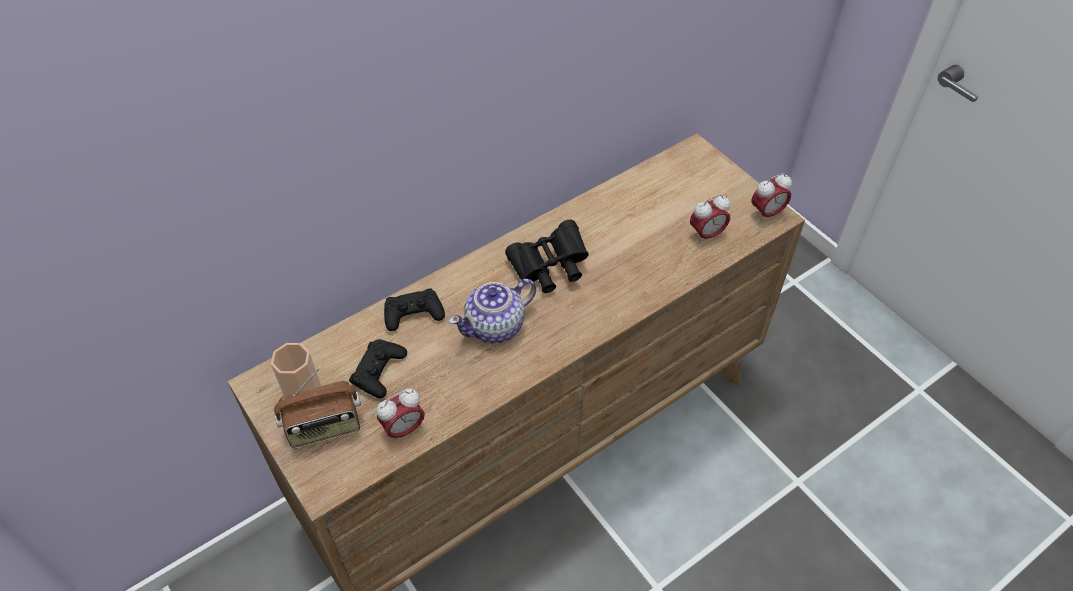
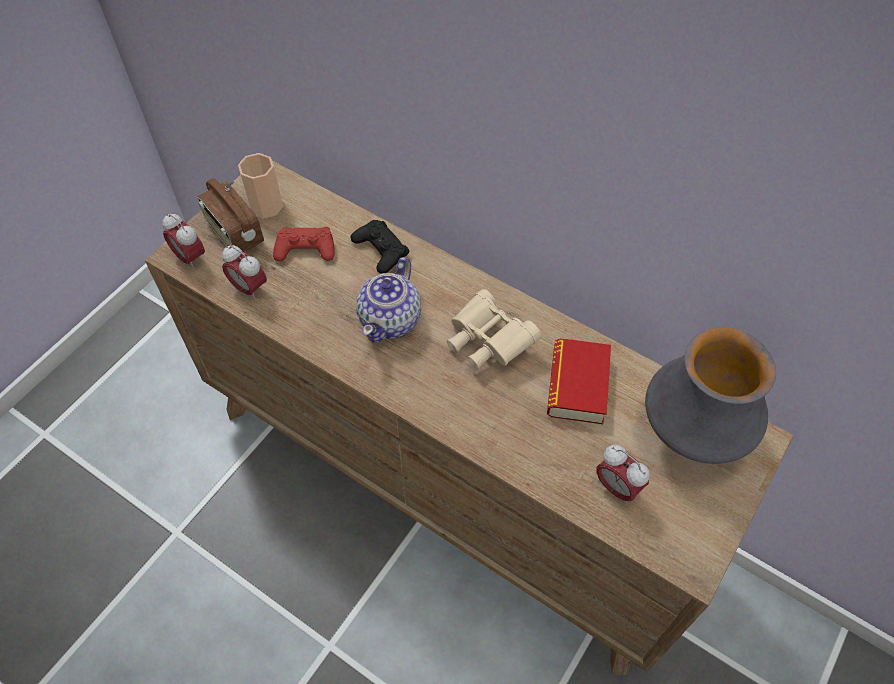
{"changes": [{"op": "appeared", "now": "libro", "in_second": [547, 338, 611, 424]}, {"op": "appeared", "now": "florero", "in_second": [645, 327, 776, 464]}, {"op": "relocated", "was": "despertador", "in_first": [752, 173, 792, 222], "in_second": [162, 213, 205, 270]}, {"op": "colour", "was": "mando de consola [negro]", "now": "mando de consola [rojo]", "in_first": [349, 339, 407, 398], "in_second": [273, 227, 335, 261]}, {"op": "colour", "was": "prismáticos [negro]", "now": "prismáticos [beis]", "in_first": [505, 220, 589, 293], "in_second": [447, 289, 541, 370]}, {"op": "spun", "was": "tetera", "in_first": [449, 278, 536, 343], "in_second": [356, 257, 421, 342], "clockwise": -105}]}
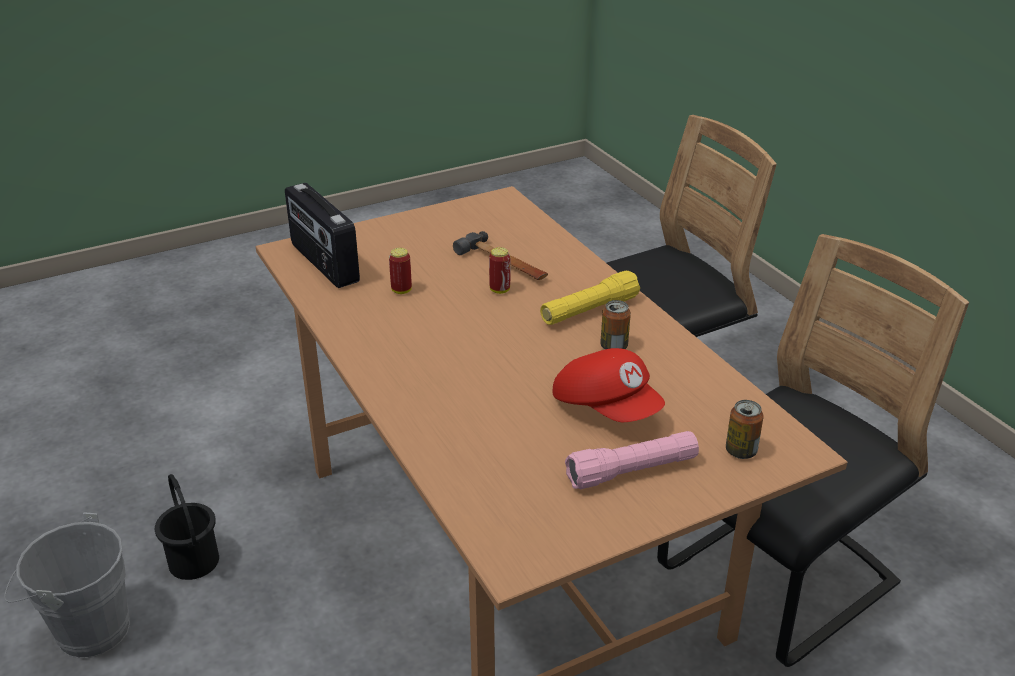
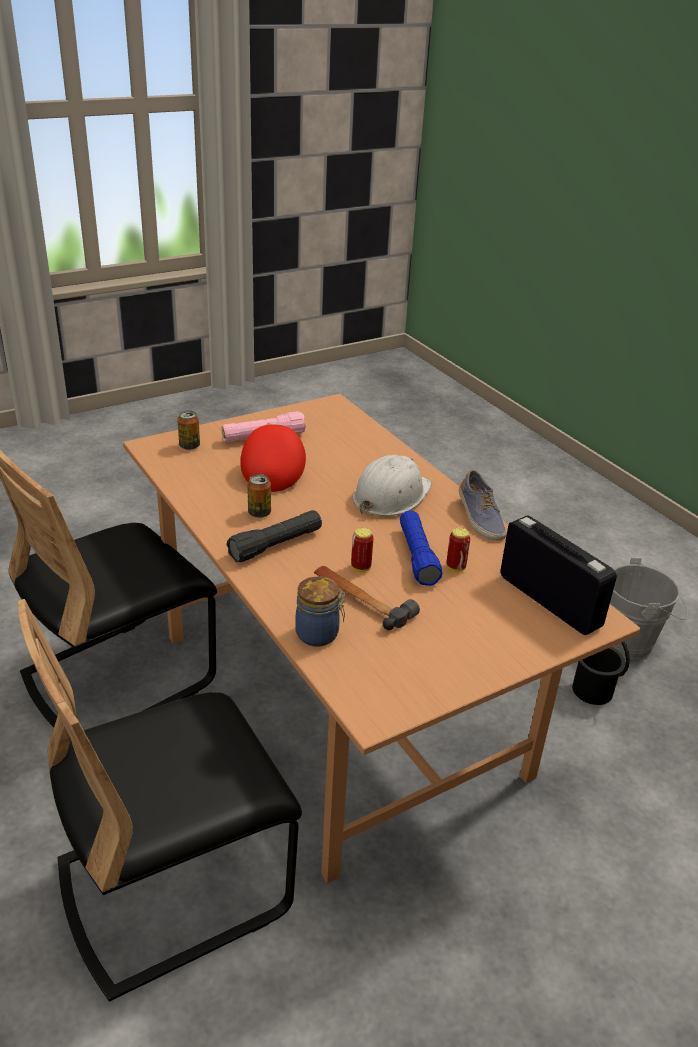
{"changes": [{"op": "appeared", "now": "tarro", "in_second": [295, 577, 345, 646]}, {"op": "appeared", "now": "casco [blanco]", "in_second": [353, 455, 432, 516]}, {"op": "appeared", "now": "linterna [azul]", "in_second": [400, 510, 442, 586]}, {"op": "appeared", "now": "zapato", "in_second": [459, 470, 507, 541]}, {"op": "colour", "was": "linterna [amarillo]", "now": "linterna [negro]", "in_first": [540, 271, 640, 325], "in_second": [226, 510, 322, 562]}, {"op": "spun", "was": "gorra [rojo]", "in_first": [553, 348, 665, 422], "in_second": [240, 422, 306, 492], "clockwise": 45}]}
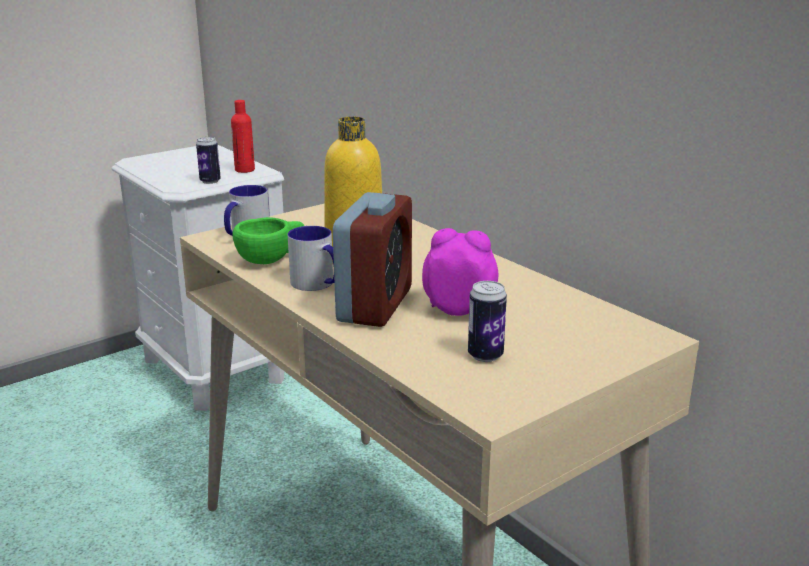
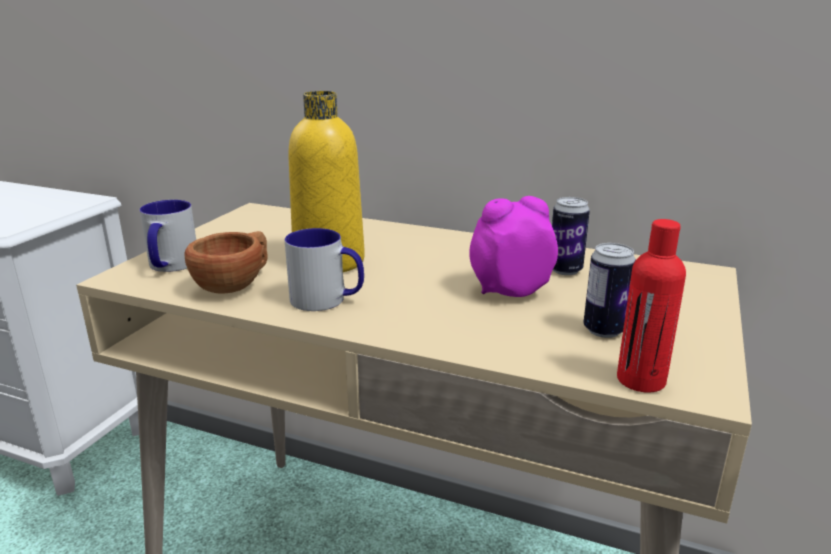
{"changes": [{"op": "missing", "was": "despertador", "in_first": [333, 192, 412, 327]}, {"op": "relocated", "was": "lata", "in_first": [196, 137, 221, 184], "in_second": [552, 197, 590, 275]}, {"op": "relocated", "was": "botella [rojo]", "in_first": [231, 100, 255, 173], "in_second": [617, 219, 686, 393]}, {"op": "colour", "was": "taza [verde]", "now": "taza [marrón]", "in_first": [232, 217, 304, 264], "in_second": [184, 231, 268, 293]}]}
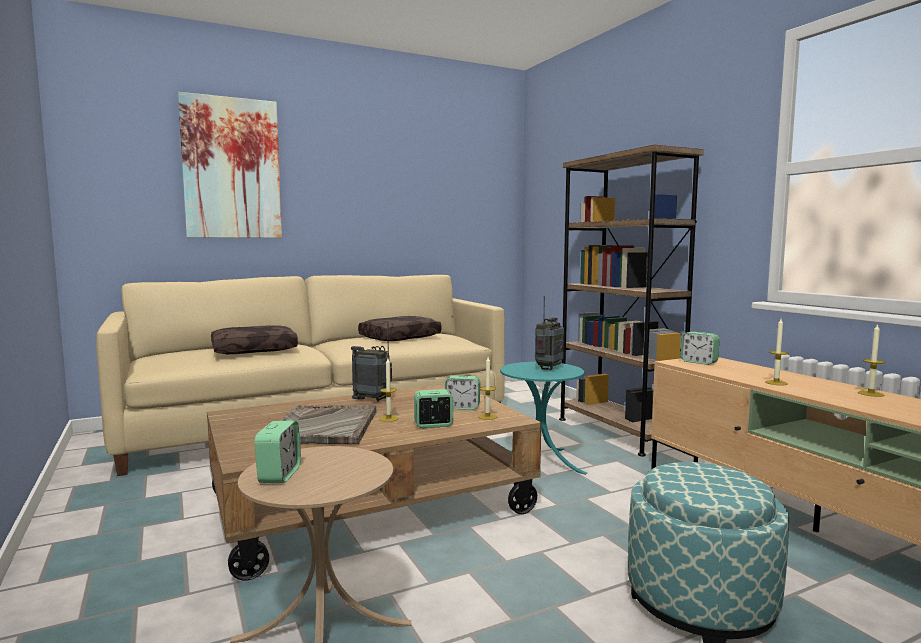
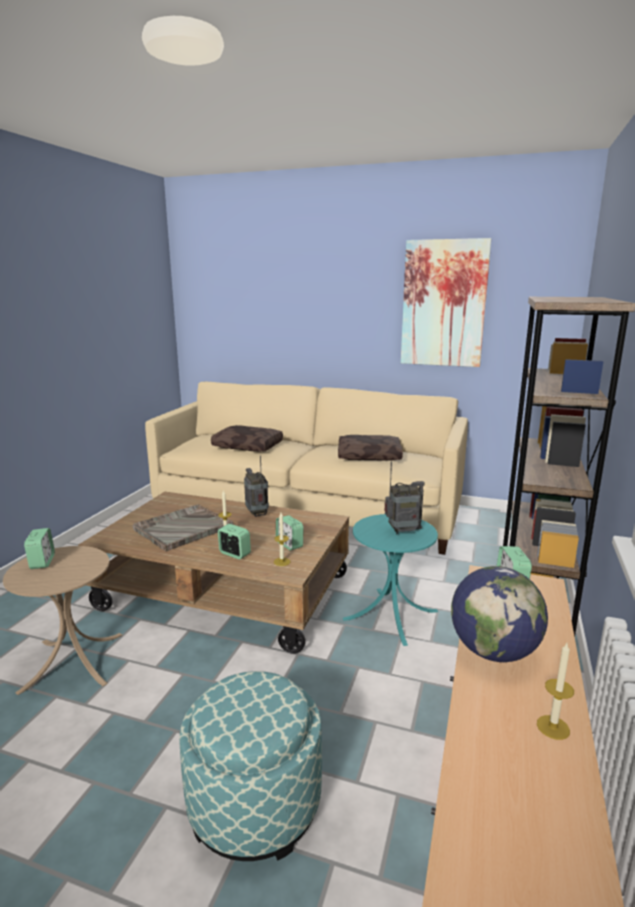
{"changes": [{"op": "relocated", "was": "cuadro", "in_first": [178, 92, 282, 238], "in_second": [401, 238, 491, 367]}, {"op": "exchanged", "was": "vela", "now": "globo terráqueo", "in_first": [765, 319, 788, 386], "in_second": [451, 566, 548, 662]}, {"op": "spun", "was": "despertador", "in_first": [254, 421, 301, 483], "in_second": [24, 528, 55, 569], "clockwise": -60}]}
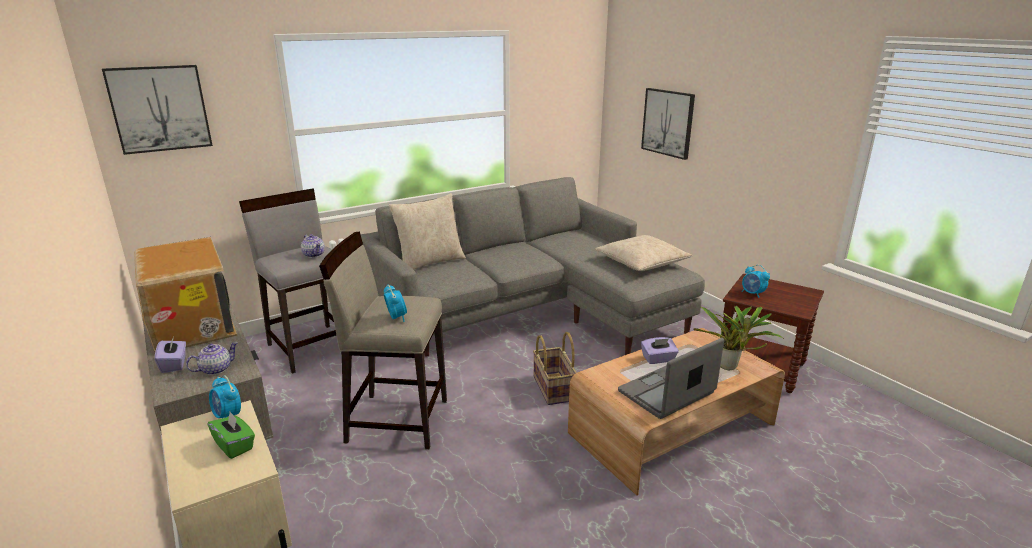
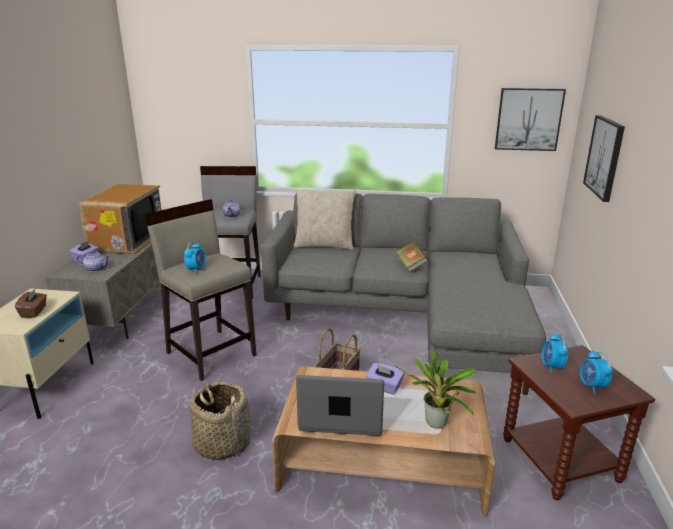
{"changes": [{"op": "missing", "was": "cojín [beis]", "in_first": [595, 235, 693, 271]}, {"op": "appeared", "now": "cesta", "in_second": [190, 381, 251, 460]}, {"op": "appeared", "now": "libro", "in_second": [396, 242, 428, 272]}, {"op": "relocated", "was": "cuadro", "in_first": [102, 65, 213, 155], "in_second": [495, 88, 566, 151]}, {"op": "relocated", "was": "despertador", "in_first": [209, 375, 241, 418], "in_second": [580, 350, 613, 394]}, {"op": "colour", "was": "caja de pañuelos [verde]", "now": "caja de pañuelos [marrón]", "in_first": [207, 412, 255, 459], "in_second": [15, 288, 47, 318]}]}
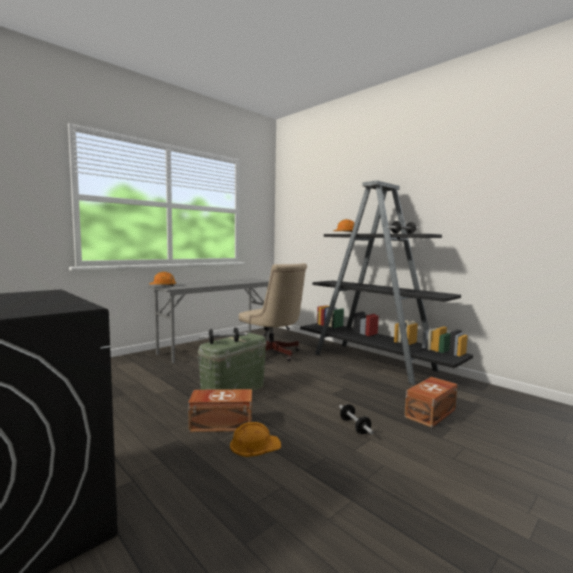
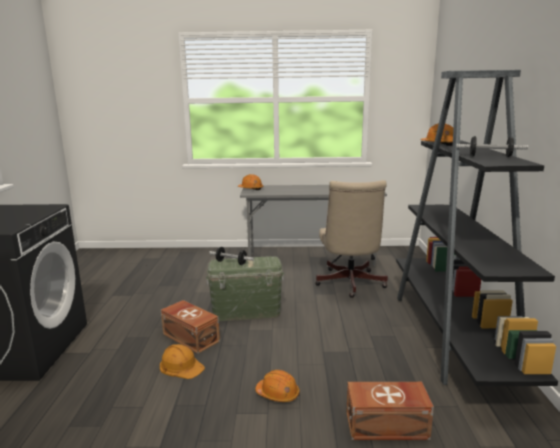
{"changes": [{"op": "exchanged", "was": "mancuerna", "now": "casco [naranja]", "in_first": [339, 404, 374, 435], "in_second": [255, 370, 300, 402]}]}
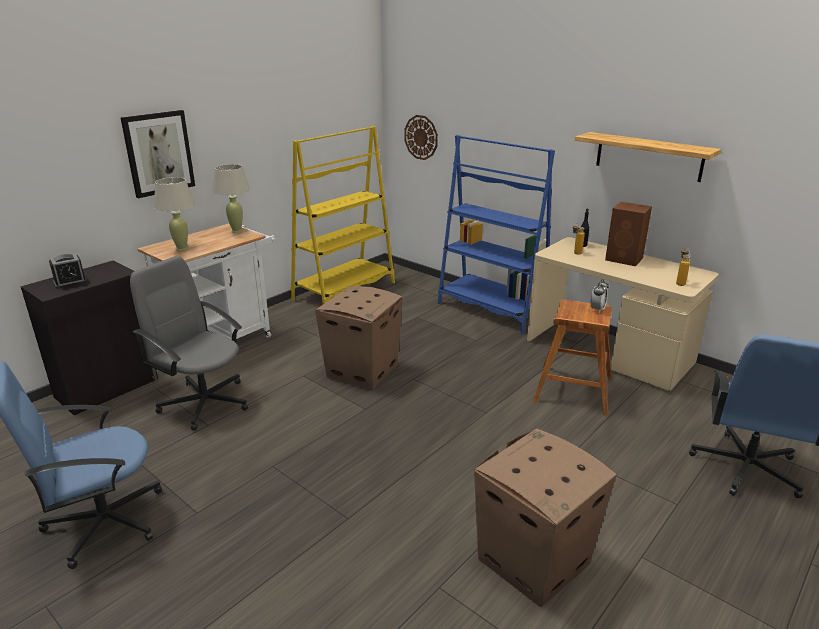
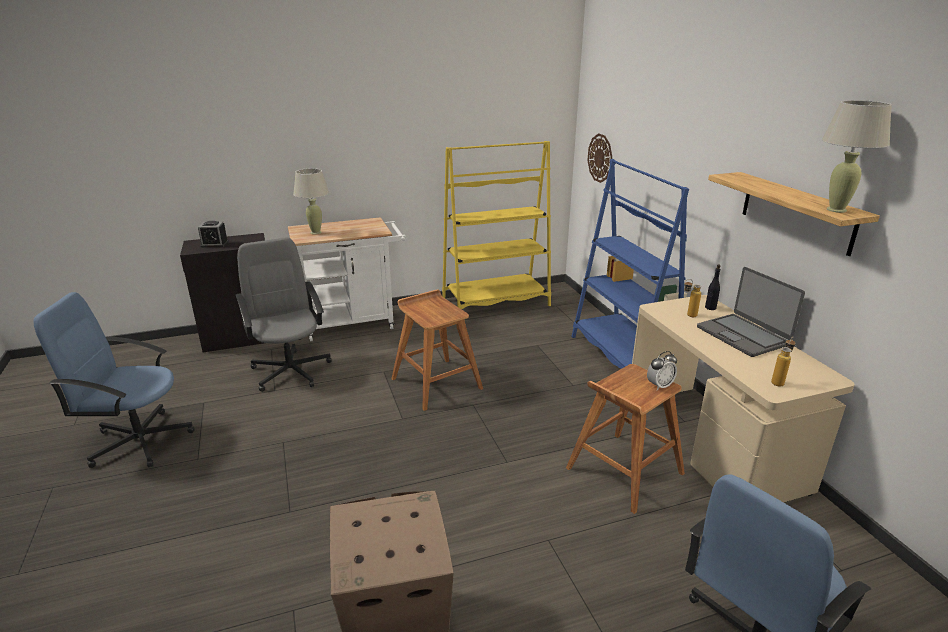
{"changes": [{"op": "missing", "was": "cuadro", "in_first": [121, 110, 195, 198]}, {"op": "relocated", "was": "lámpara de mesa [beis]", "in_first": [213, 164, 250, 233], "in_second": [822, 100, 892, 213]}, {"op": "exchanged", "was": "caja de cartón", "now": "taburete [marrón]", "in_first": [315, 286, 403, 390], "in_second": [391, 289, 483, 411]}, {"op": "exchanged", "was": "altavoz [marrón]", "now": "portátil", "in_first": [605, 202, 652, 266], "in_second": [697, 267, 805, 357]}]}
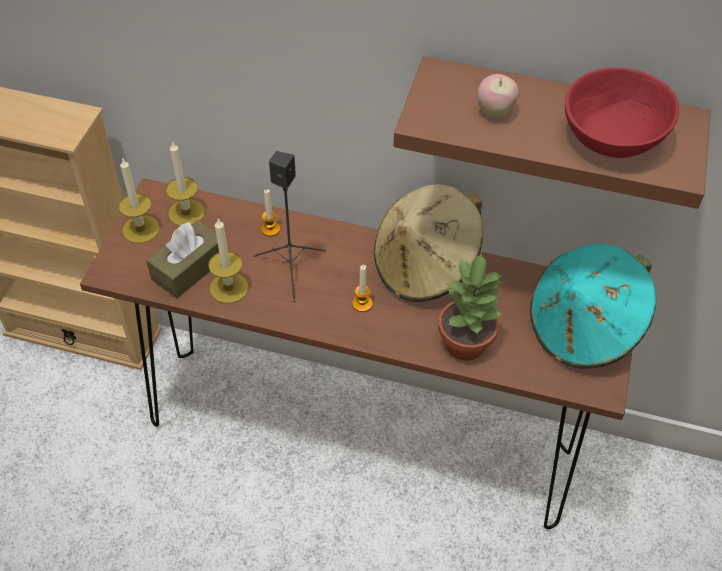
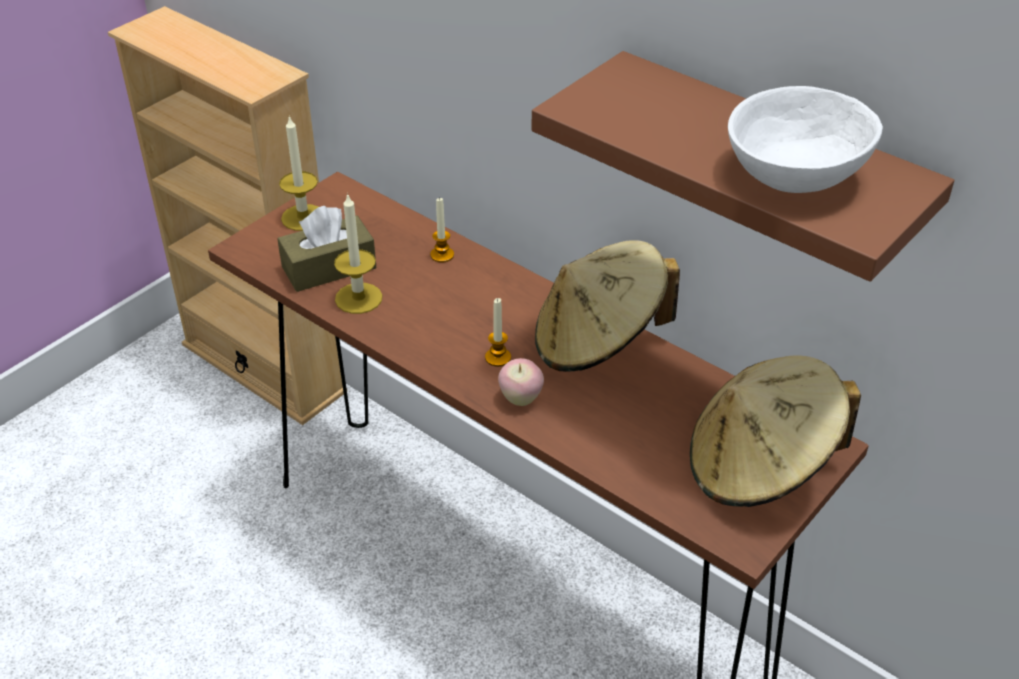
{"changes": [{"op": "missing", "was": "vela", "in_first": [166, 141, 205, 226]}, {"op": "missing", "was": "altavoz [negro]", "in_first": [254, 151, 326, 302]}, {"op": "missing", "was": "planta en maceta", "in_first": [438, 253, 503, 361]}, {"op": "relocated", "was": "manzana", "in_first": [477, 74, 519, 118], "in_second": [498, 358, 544, 406]}, {"op": "colour", "was": "sombrero [turquesa]", "now": "sombrero [beis]", "in_first": [530, 244, 656, 369], "in_second": [690, 356, 861, 507]}, {"op": "colour", "was": "cuenco [rojo]", "now": "cuenco [blanco]", "in_first": [565, 68, 679, 158], "in_second": [728, 86, 883, 193]}]}
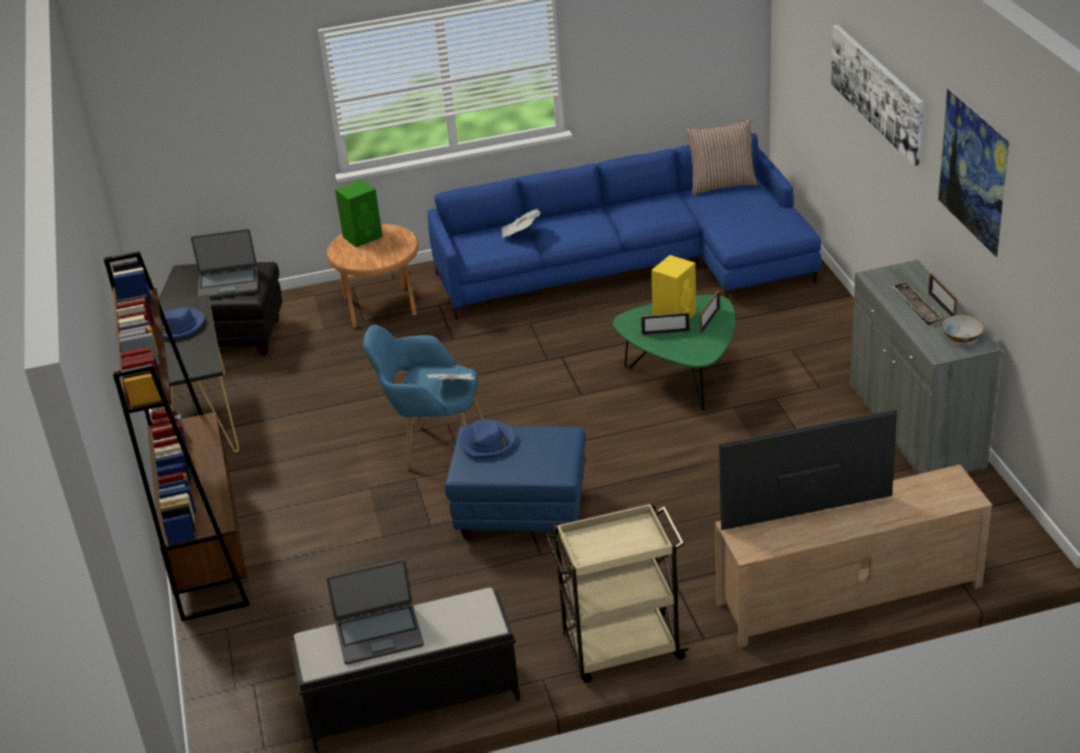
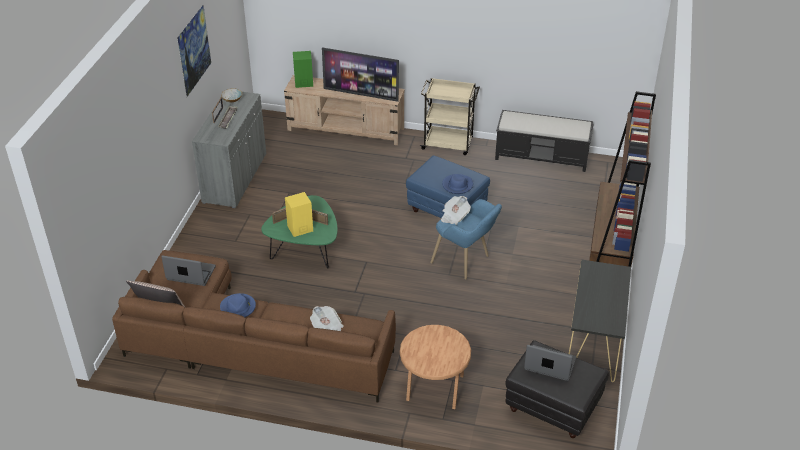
{"changes": [{"op": "missing", "was": "cuadro", "in_first": [831, 25, 924, 166]}, {"op": "relocated", "was": "sombrero [azul]", "in_first": [161, 307, 204, 339], "in_second": [220, 293, 256, 317]}, {"op": "relocated", "was": "portátil", "in_first": [326, 559, 424, 665], "in_second": [161, 255, 216, 286]}, {"op": "relocated", "was": "altavoz [verde]", "in_first": [335, 179, 383, 247], "in_second": [293, 51, 313, 88]}, {"op": "colour", "was": "sofá [azul]", "now": "sofá [marrón]", "in_first": [428, 133, 822, 320], "in_second": [112, 250, 396, 403]}]}
